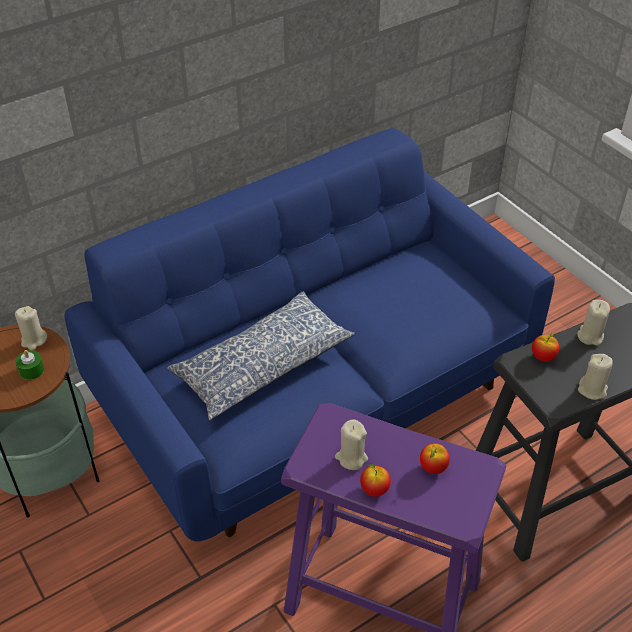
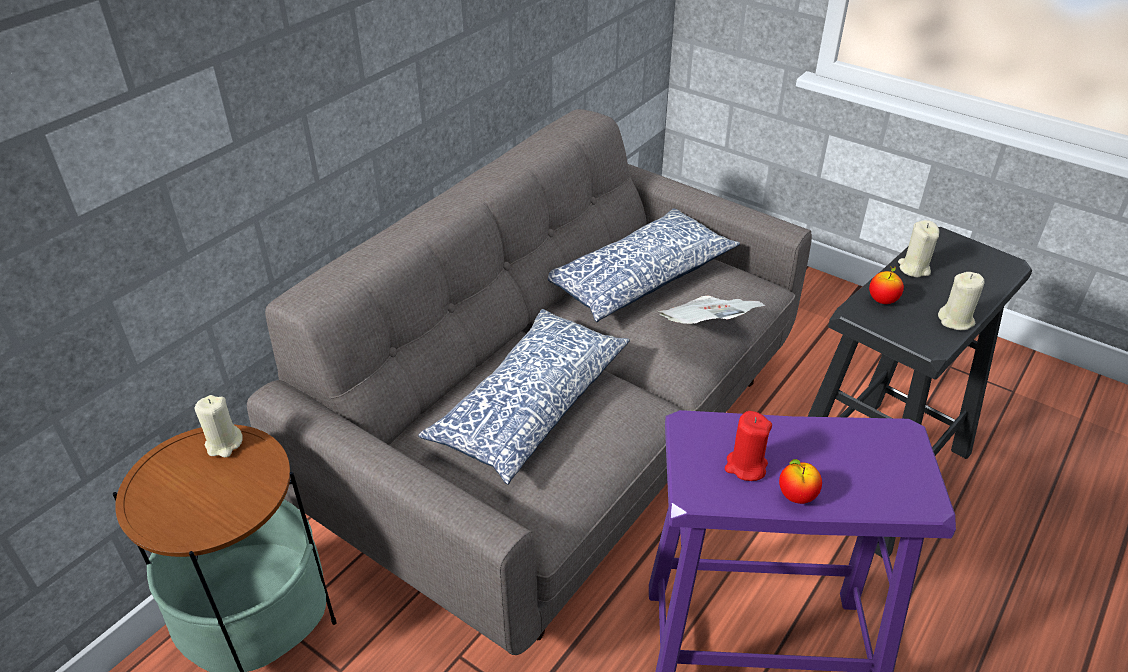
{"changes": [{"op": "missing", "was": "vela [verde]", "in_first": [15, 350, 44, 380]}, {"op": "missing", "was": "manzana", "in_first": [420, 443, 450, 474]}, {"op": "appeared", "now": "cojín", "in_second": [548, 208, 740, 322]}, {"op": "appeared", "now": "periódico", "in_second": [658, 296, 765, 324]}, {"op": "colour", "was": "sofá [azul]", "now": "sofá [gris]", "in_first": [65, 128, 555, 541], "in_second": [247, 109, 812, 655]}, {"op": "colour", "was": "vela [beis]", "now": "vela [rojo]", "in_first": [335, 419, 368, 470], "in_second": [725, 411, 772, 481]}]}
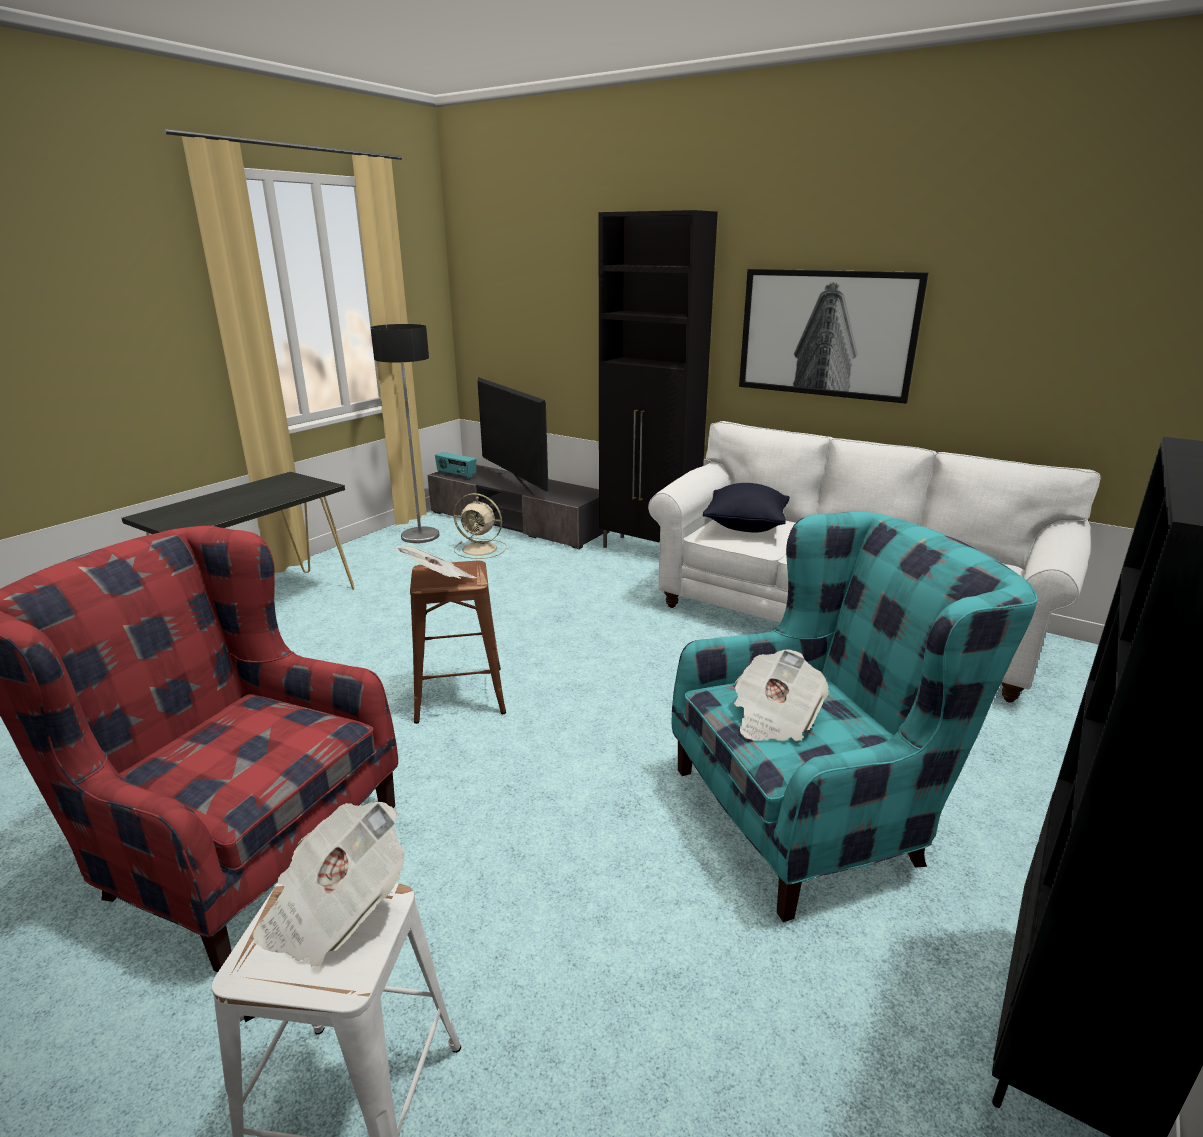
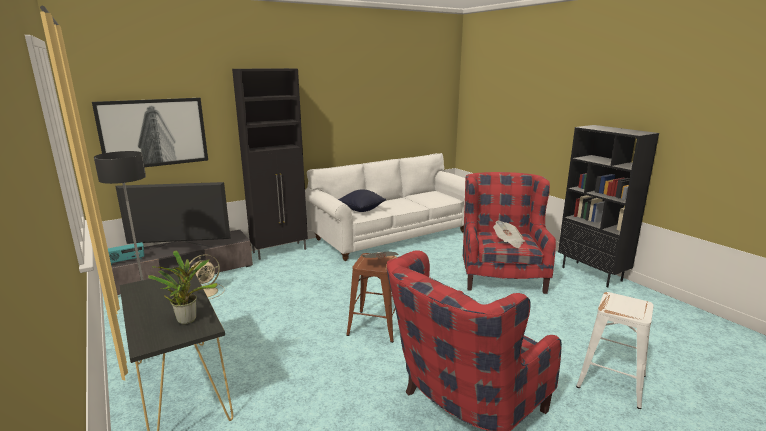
{"changes": [{"op": "missing", "was": "periódico", "in_first": [253, 802, 405, 967]}, {"op": "appeared", "now": "planta en maceta", "in_second": [148, 250, 217, 324]}, {"op": "relocated", "was": "cuadro", "in_first": [739, 269, 928, 404], "in_second": [92, 98, 208, 167]}, {"op": "colour", "was": "sillón [turquesa]", "now": "sillón [rojo]", "in_first": [672, 511, 1038, 922], "in_second": [463, 172, 556, 294]}]}
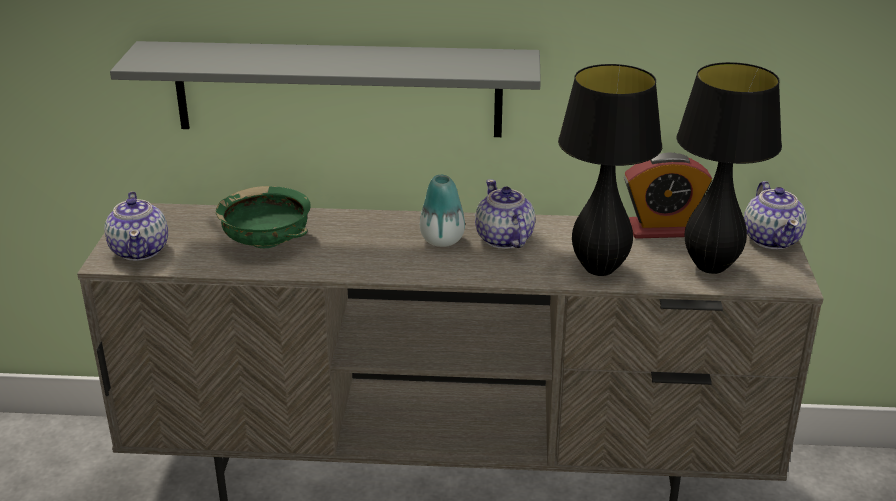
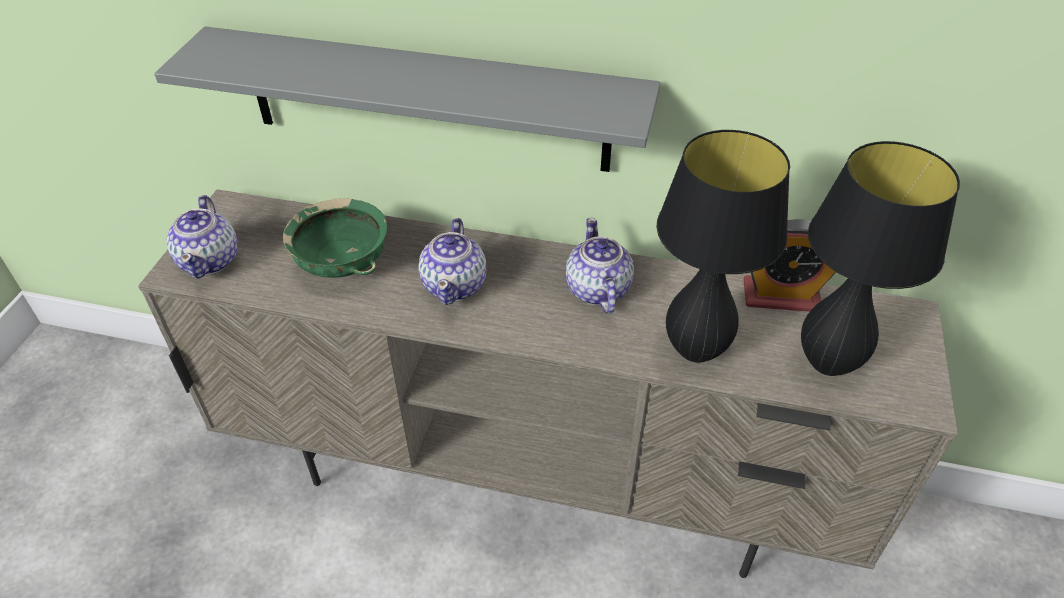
{"changes": [{"op": "missing", "was": "florero", "in_first": [420, 175, 465, 247]}, {"op": "relocated", "was": "tetera", "in_first": [744, 181, 807, 249], "in_second": [419, 218, 486, 305]}]}
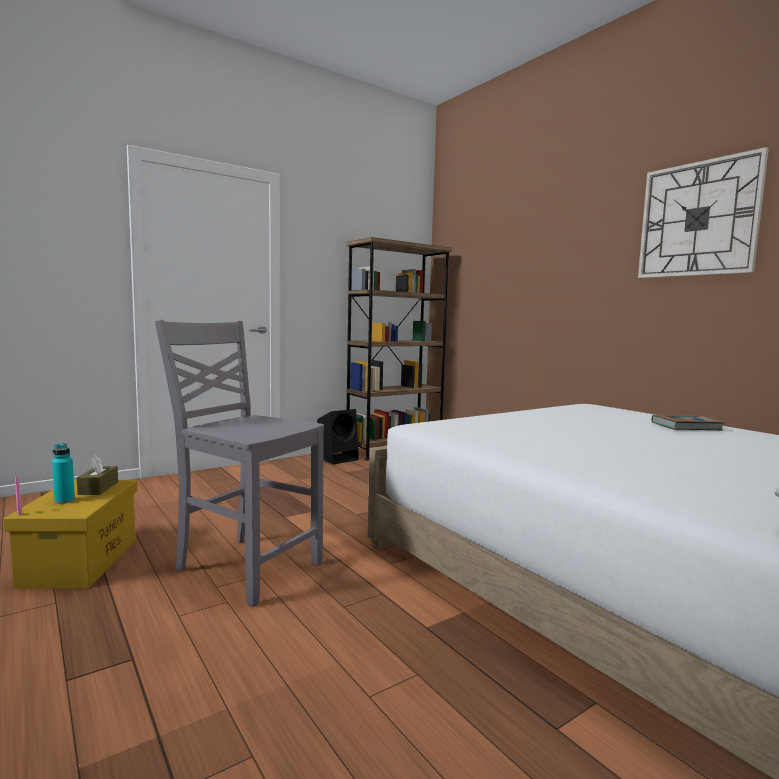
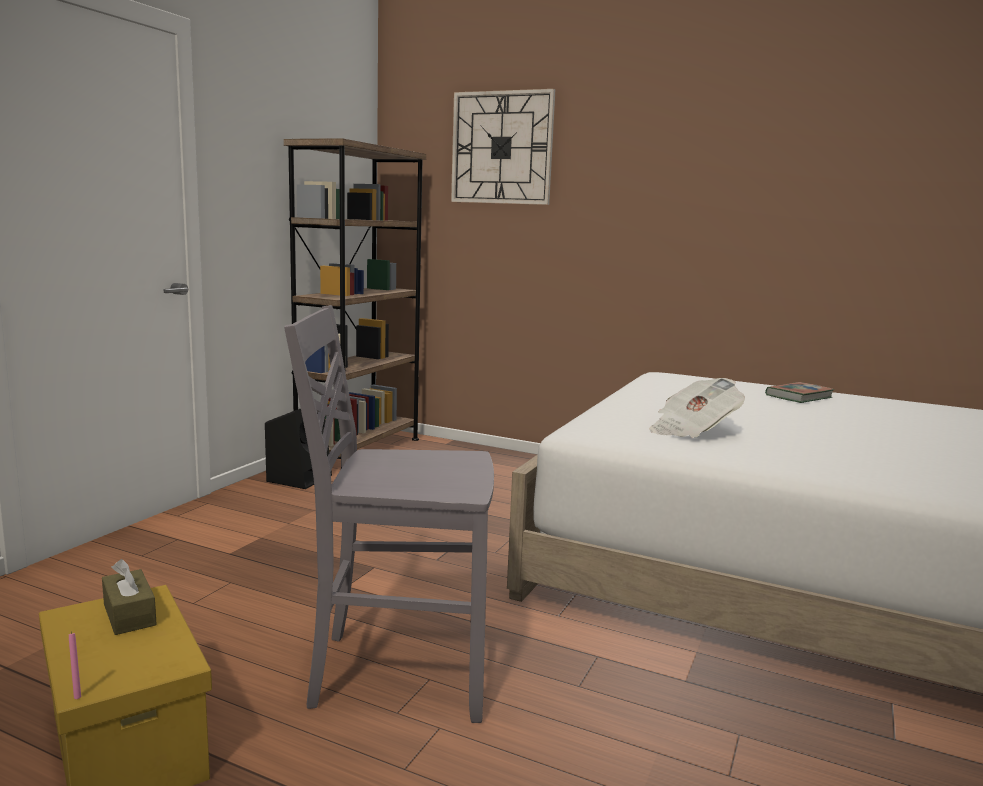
{"changes": [{"op": "missing", "was": "botella [turquesa]", "in_first": [52, 443, 75, 504]}, {"op": "appeared", "now": "periódico", "in_second": [649, 378, 745, 438]}, {"op": "relocated", "was": "reloj de pared", "in_first": [638, 147, 769, 278], "in_second": [451, 89, 556, 205]}]}
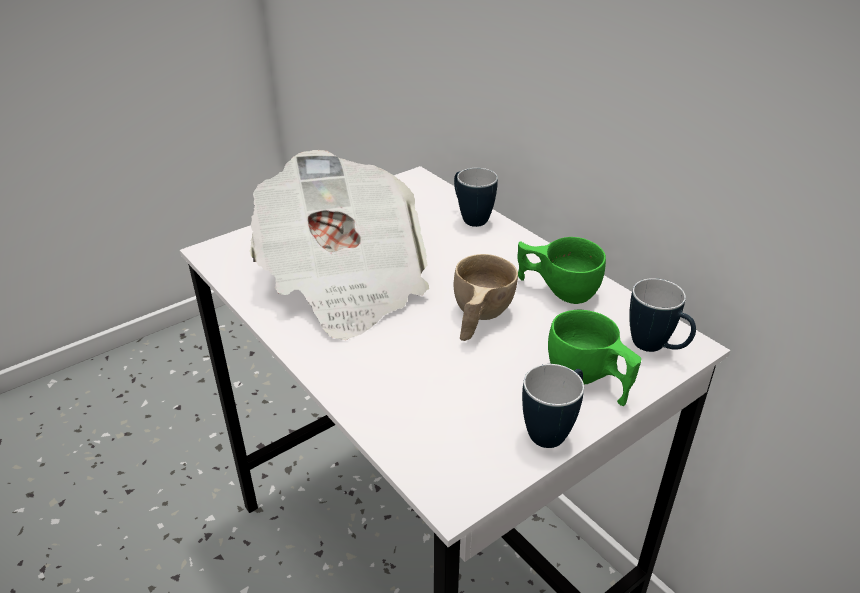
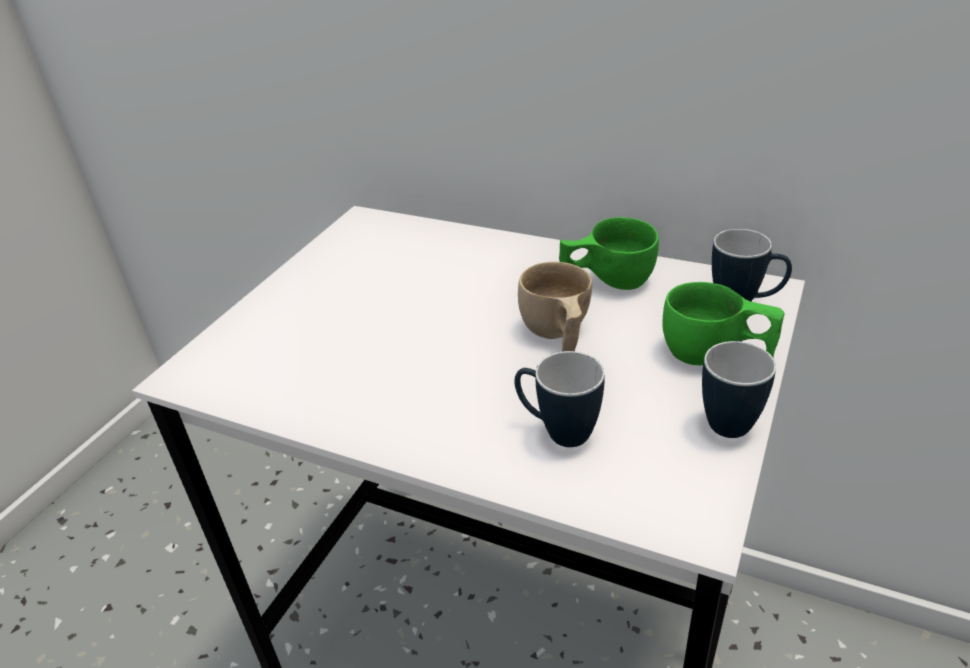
{"changes": [{"op": "missing", "was": "periódico", "in_first": [249, 150, 429, 340]}, {"op": "relocated", "was": "taza grande", "in_first": [454, 168, 498, 227], "in_second": [514, 351, 604, 447]}]}
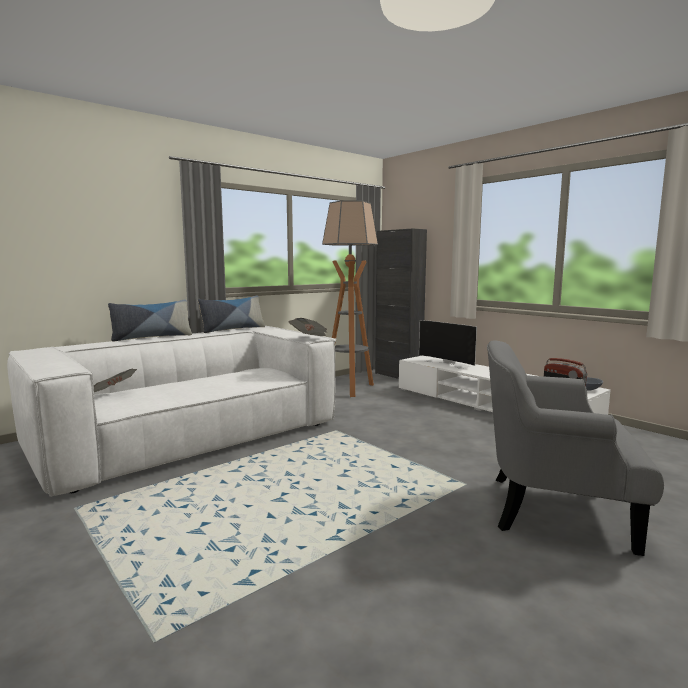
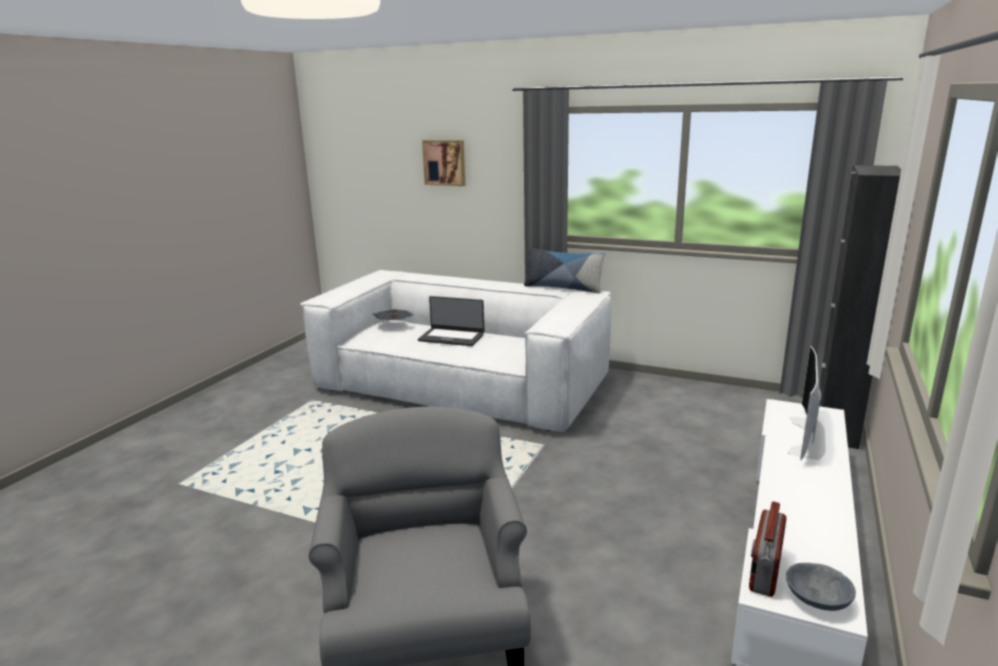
{"changes": [{"op": "missing", "was": "cojín", "in_first": [108, 299, 192, 342]}, {"op": "missing", "was": "periódico", "in_first": [288, 318, 328, 336]}, {"op": "missing", "was": "lámpara de pie", "in_first": [322, 200, 378, 397]}, {"op": "appeared", "now": "portátil", "in_second": [418, 296, 484, 346]}, {"op": "appeared", "now": "cuadro", "in_second": [422, 140, 465, 186]}]}
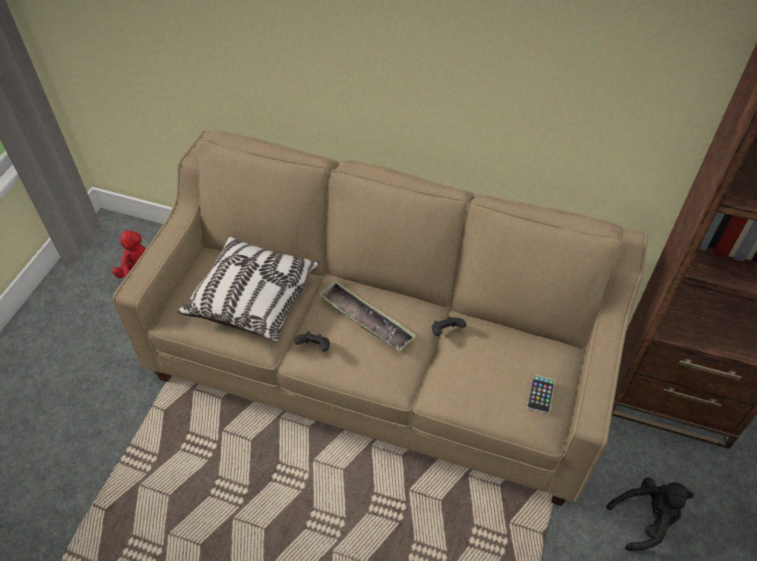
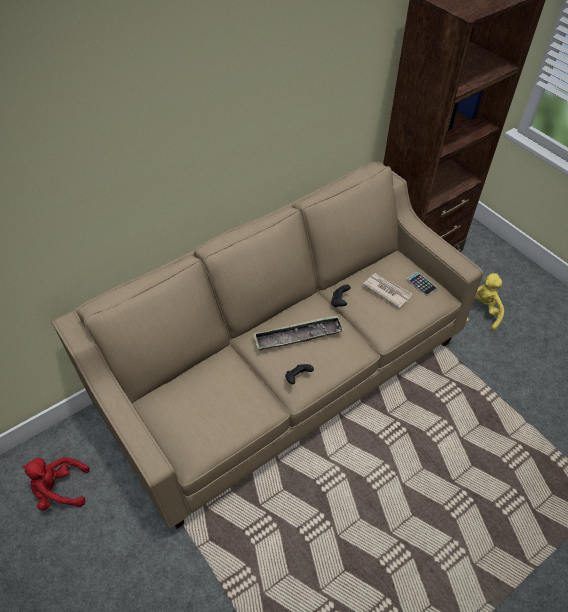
{"changes": [{"op": "missing", "was": "cojín", "in_first": [177, 237, 319, 342]}, {"op": "appeared", "now": "periódico", "in_second": [363, 273, 412, 308]}, {"op": "colour", "was": "peluche [negro]", "now": "peluche [amarillo]", "in_first": [606, 477, 694, 551], "in_second": [466, 273, 504, 332]}]}
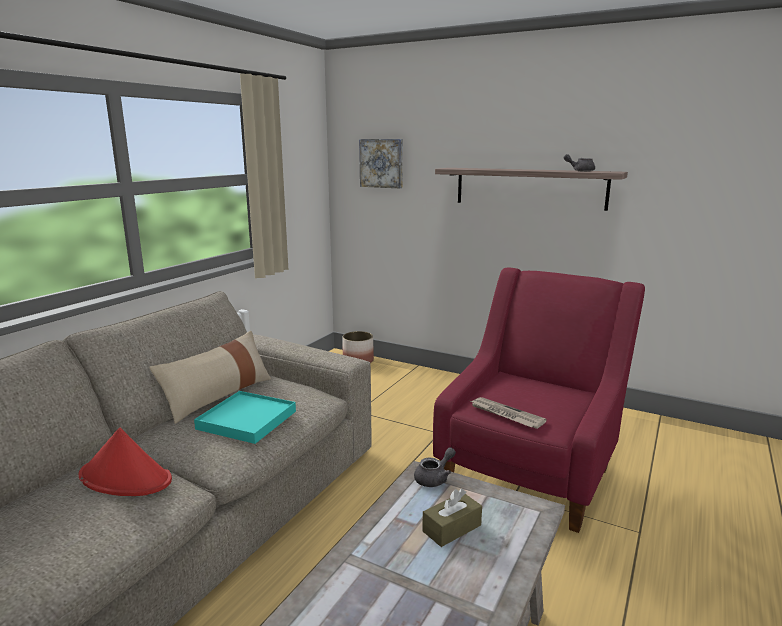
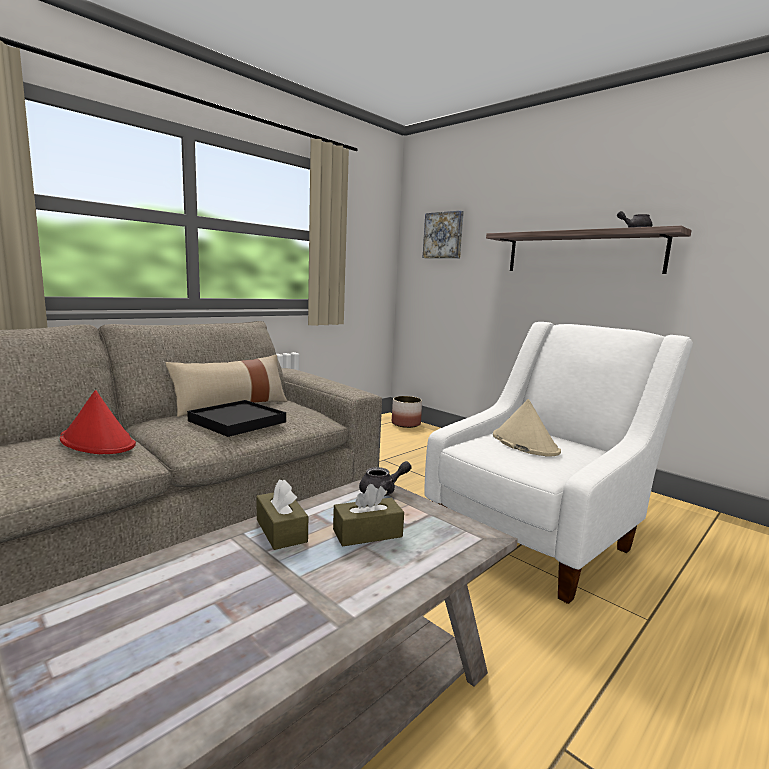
{"changes": [{"op": "missing", "was": "periódico", "in_first": [471, 397, 547, 429]}, {"op": "appeared", "now": "caja de pañuelos [marrón]", "in_second": [256, 479, 308, 550]}, {"op": "appeared", "now": "sombrero [beis]", "in_second": [493, 399, 561, 457]}, {"op": "colour", "was": "bandeja [turquesa]", "now": "bandeja [negro]", "in_first": [194, 391, 296, 444], "in_second": [187, 400, 286, 437]}, {"op": "colour", "was": "sillón [rojo]", "now": "sillón [blanco]", "in_first": [433, 268, 645, 533], "in_second": [424, 322, 693, 604]}]}
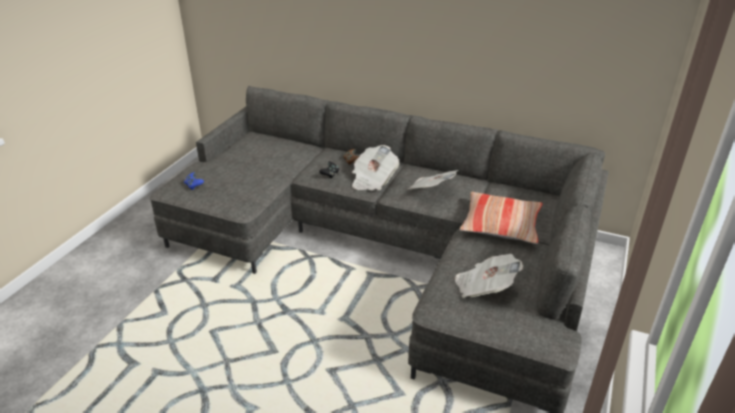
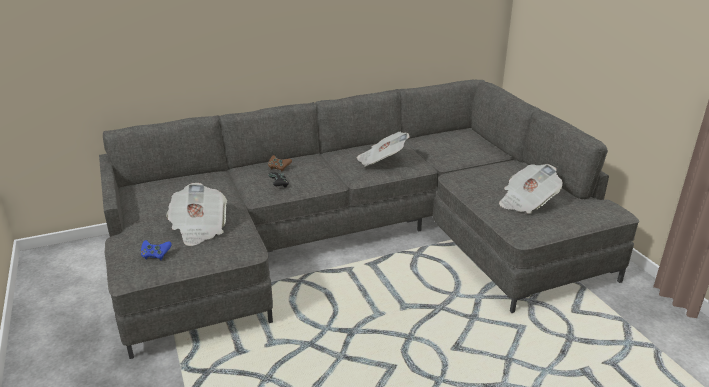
{"changes": [{"op": "missing", "was": "cojín", "in_first": [459, 192, 543, 244]}, {"op": "relocated", "was": "periódico", "in_first": [352, 145, 399, 190], "in_second": [166, 183, 227, 246]}]}
